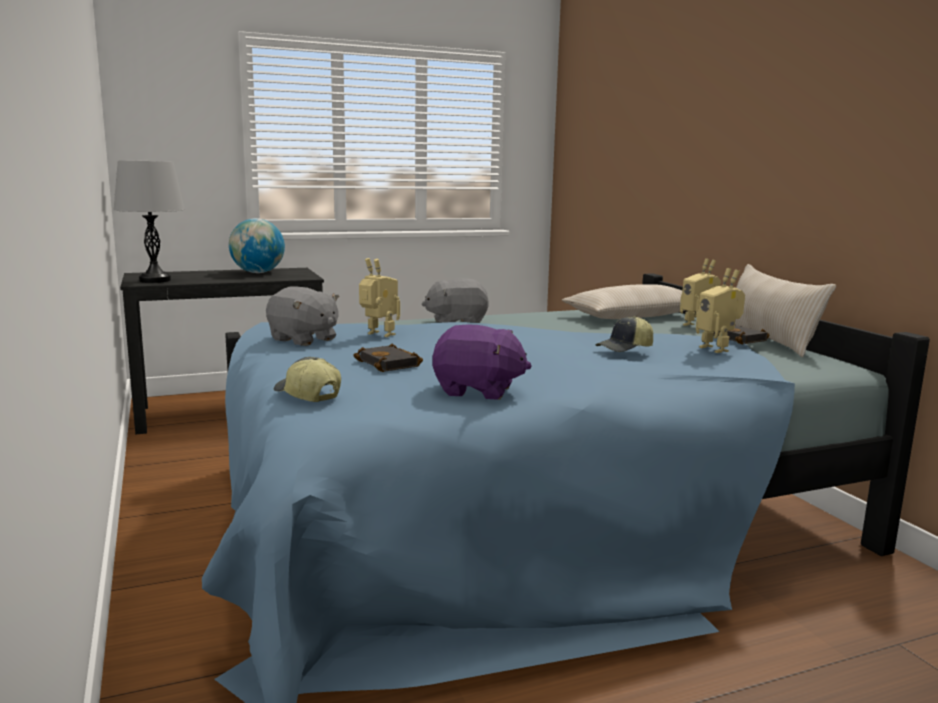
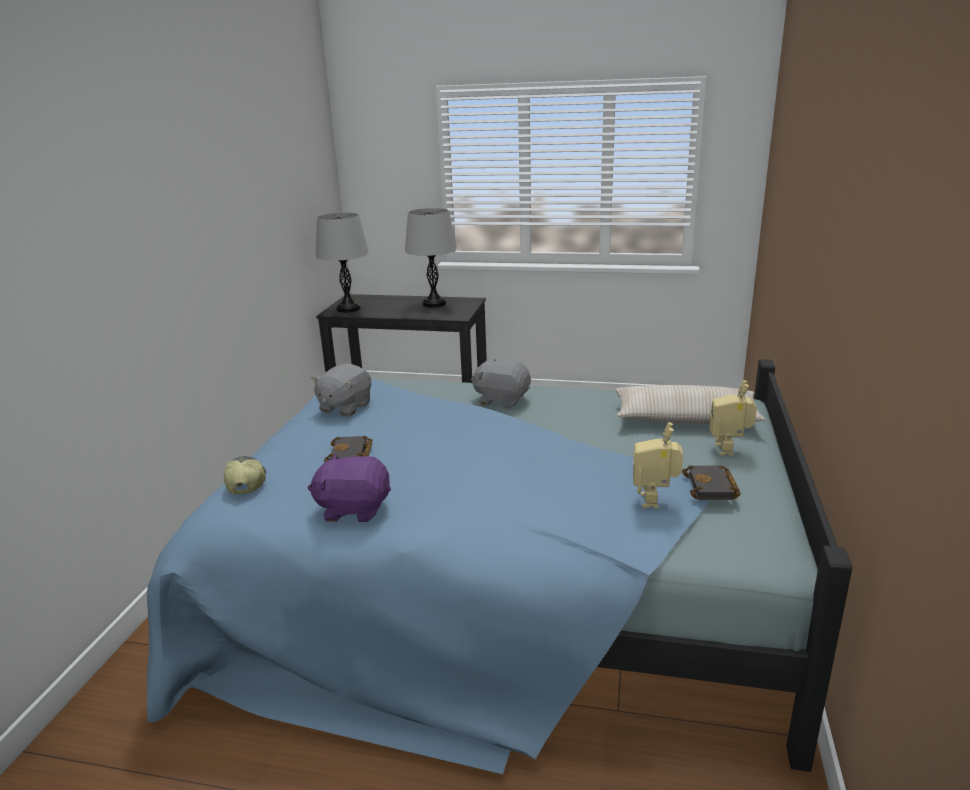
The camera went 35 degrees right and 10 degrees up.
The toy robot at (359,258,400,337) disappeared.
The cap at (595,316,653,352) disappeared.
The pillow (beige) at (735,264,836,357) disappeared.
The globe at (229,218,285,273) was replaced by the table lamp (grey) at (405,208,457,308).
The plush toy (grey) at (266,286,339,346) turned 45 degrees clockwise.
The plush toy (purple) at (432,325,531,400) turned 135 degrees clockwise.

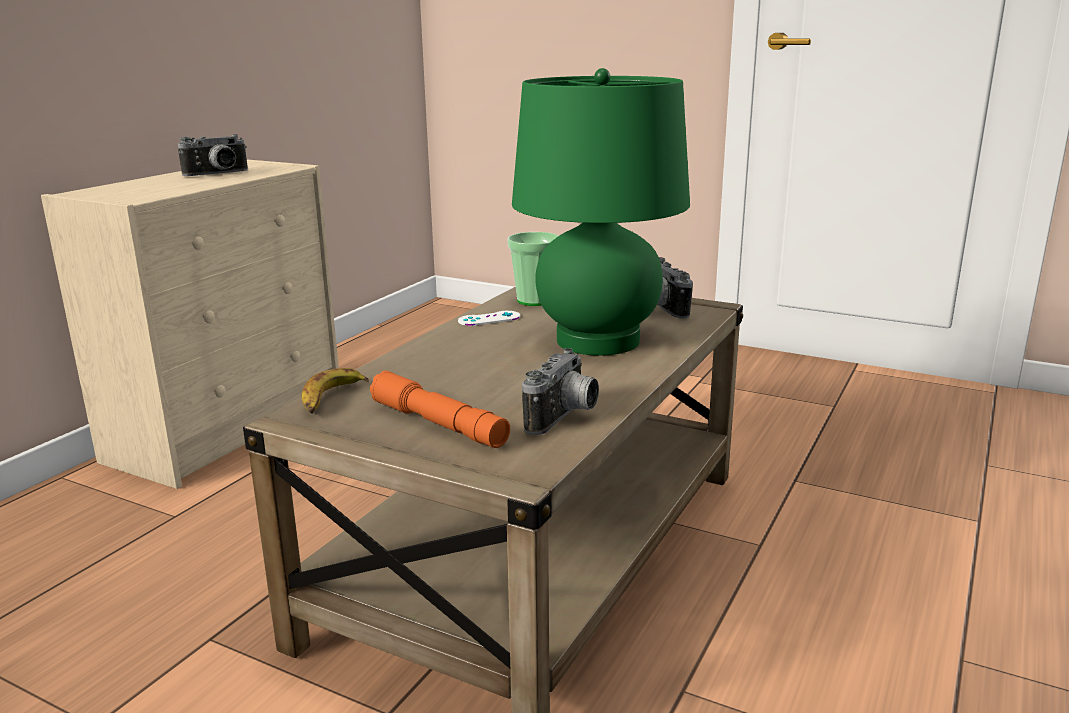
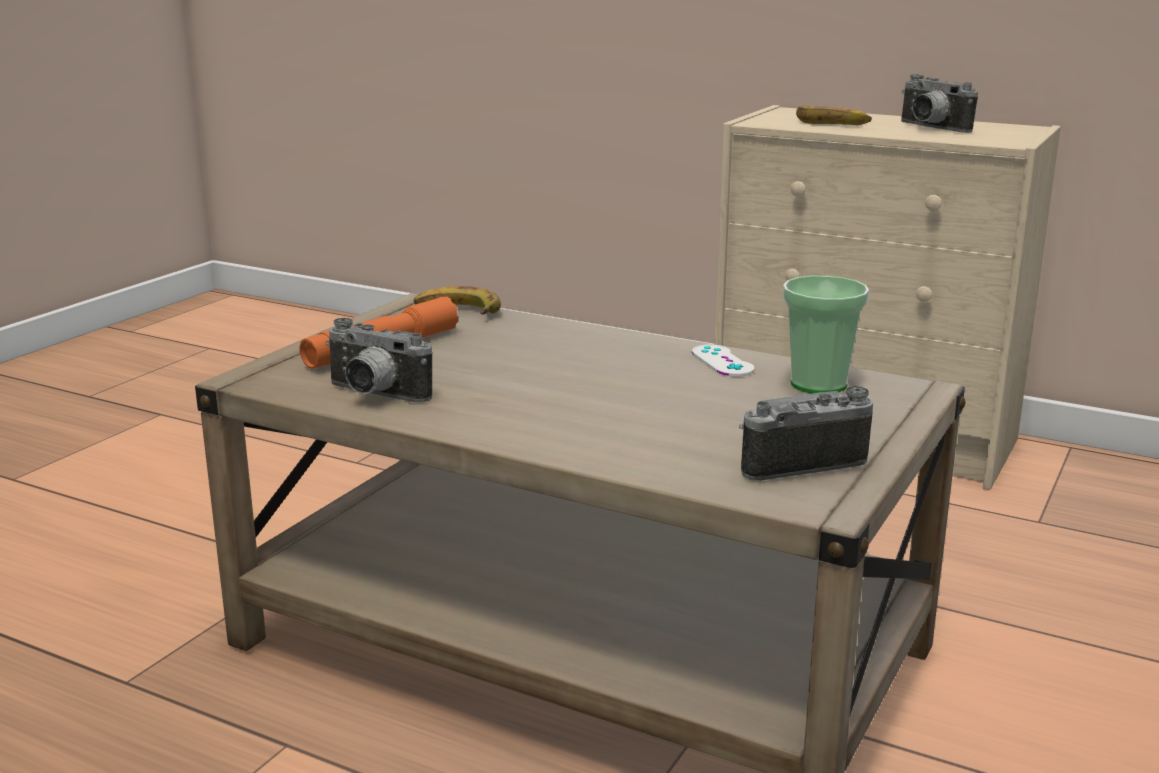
The camera went 90 degrees right and 0 degrees up.
The table lamp (green) at (512,68,690,356) disappeared.
The banana at (796,106,872,125) appeared.

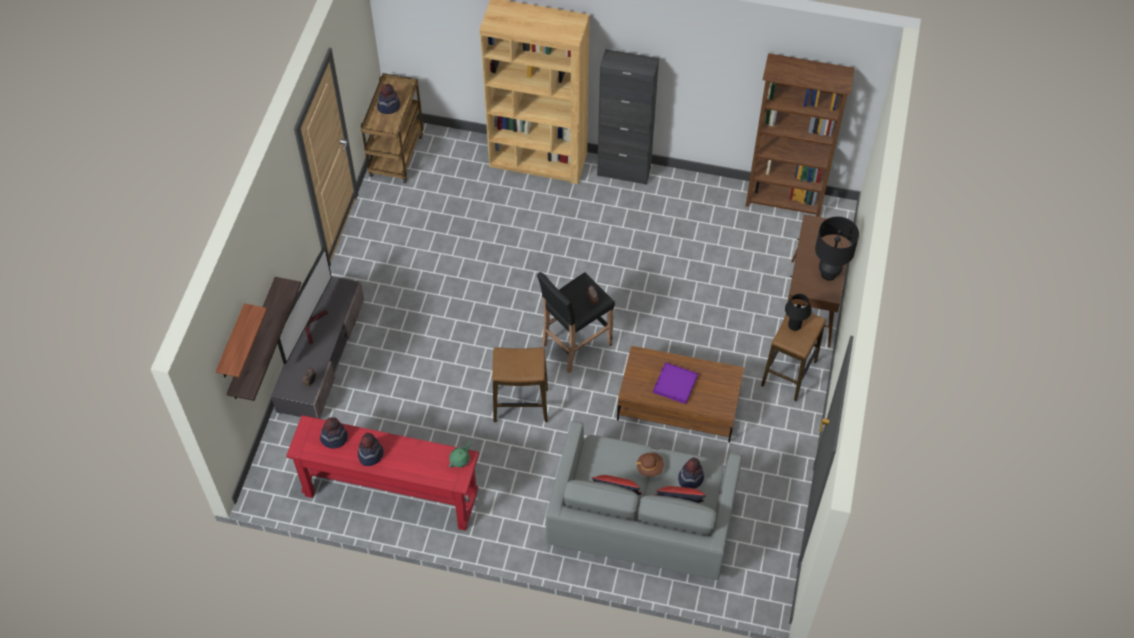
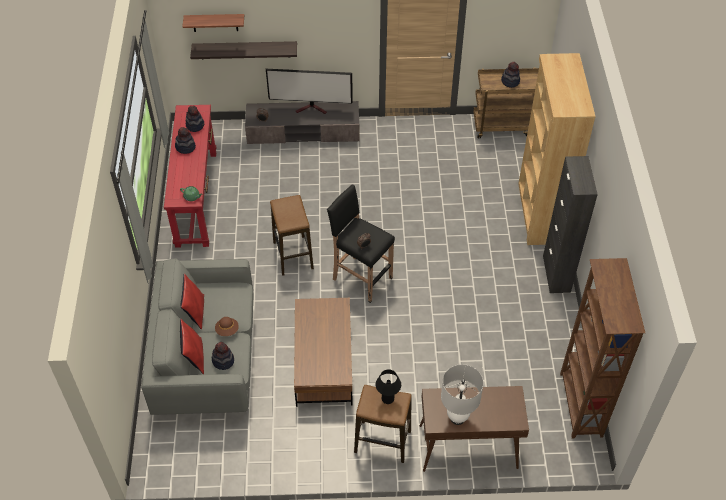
The camera went 75 degrees right and 5 degrees down.
The tray (purple) at (653,362,698,404) disappeared.
The table lamp (black) at (815,216,859,281) became the table lamp (white) at (441,364,483,425).

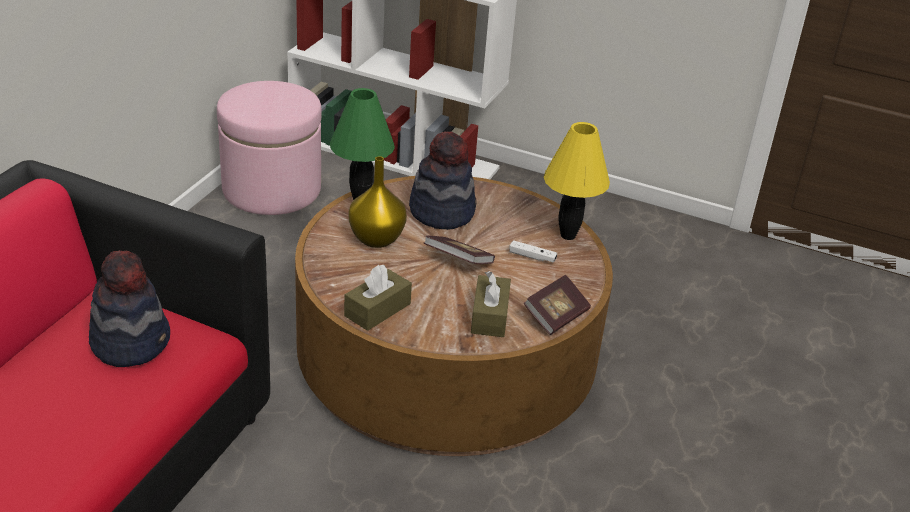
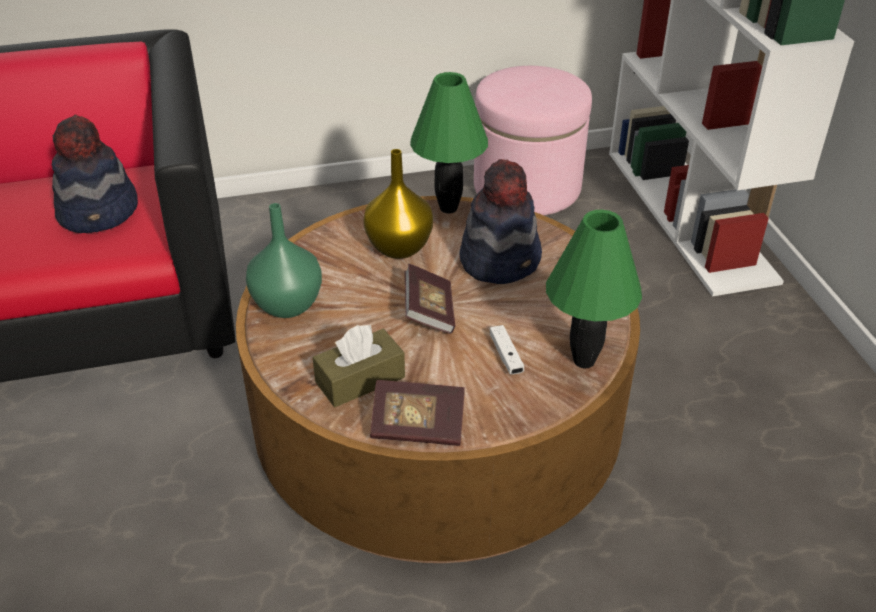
The camera went 55 degrees right and 5 degrees up.
The tissue box (brown) at (344,265,412,331) was replaced by the vase (green) at (246,203,322,318).
The table lamp (yellow) at (544,122,610,240) became the table lamp (green) at (546,210,642,368).

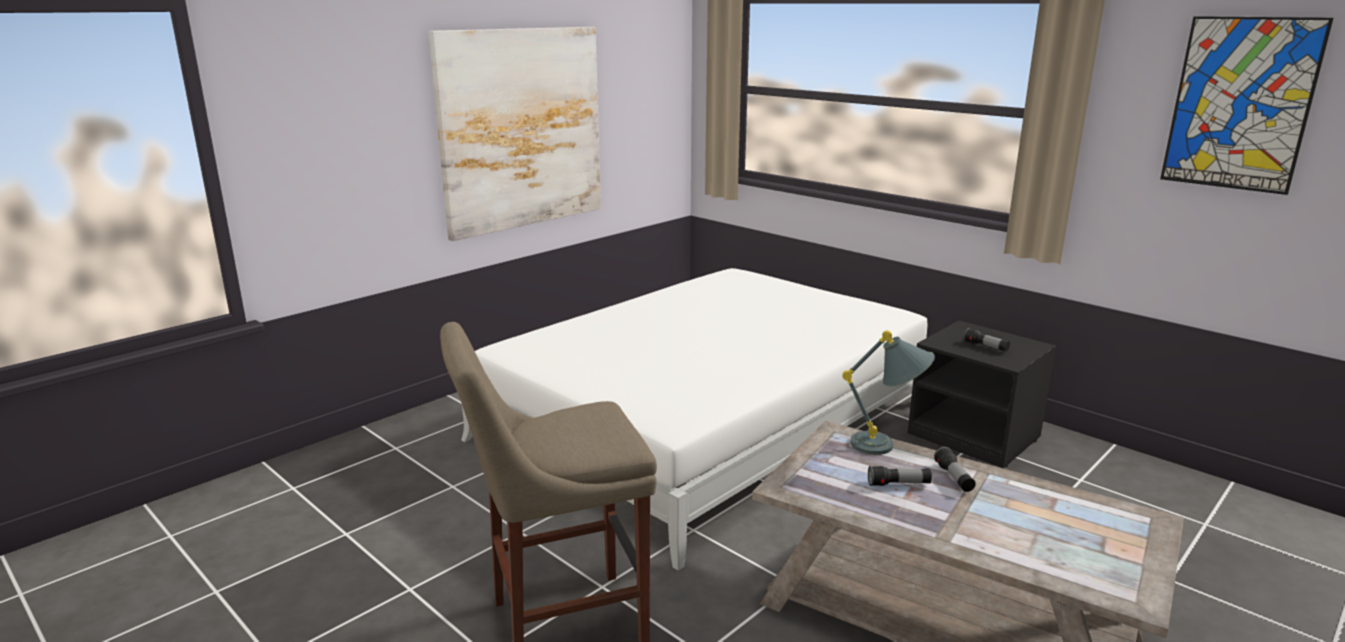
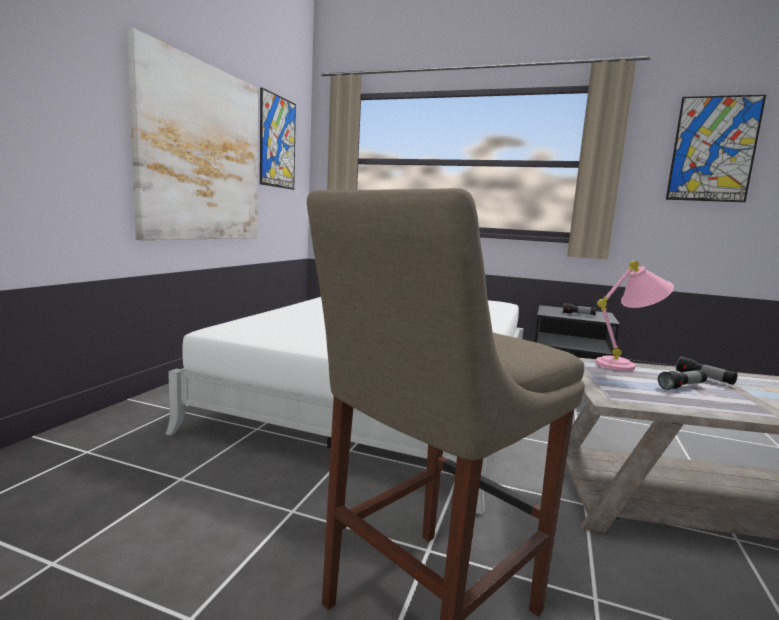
The camera went 25 degrees left and 10 degrees down.
The picture at (260,87,296,190) appeared.
The table lamp (grey) at (843,330,935,455) became the table lamp (pink) at (596,261,674,371).

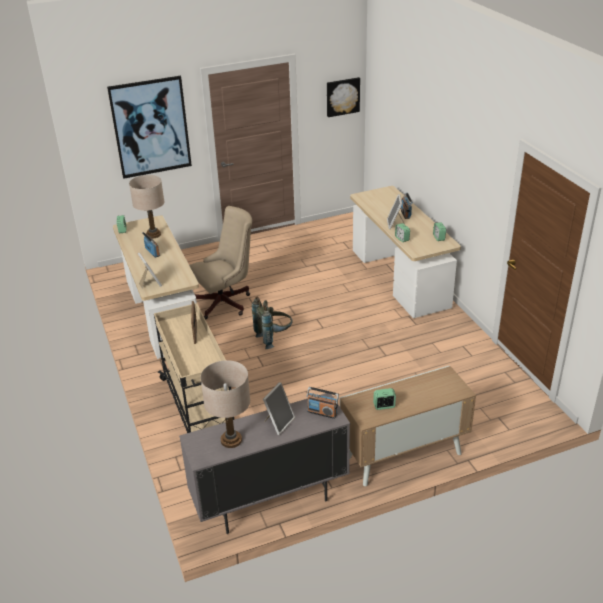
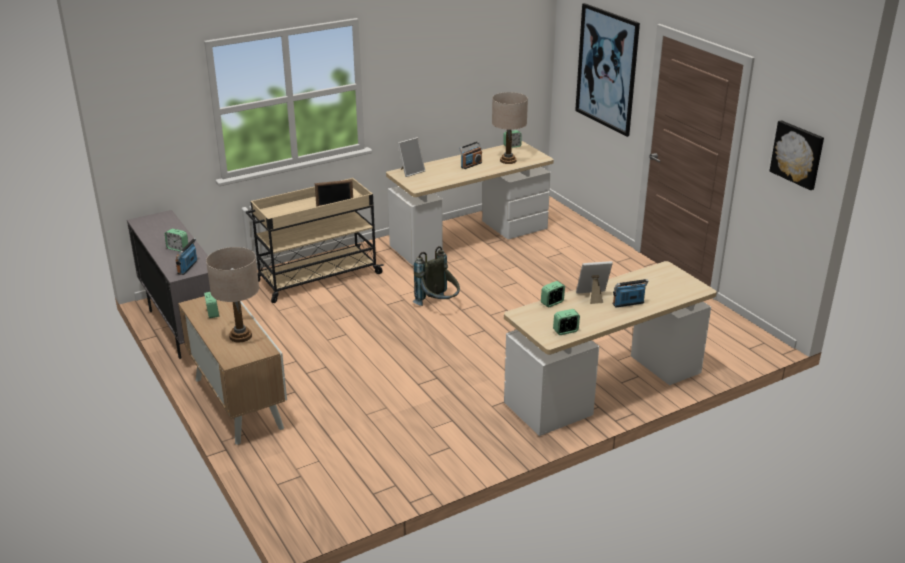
The camera went 80 degrees right and 5 degrees down.
The office chair (beige) at (189,206,252,320) disappeared.
The table lamp (beige) moved from (200,360,250,448) to (206,247,259,342).
The picture frame at (263,382,295,435) was replaced by the alarm clock at (165,229,188,251).

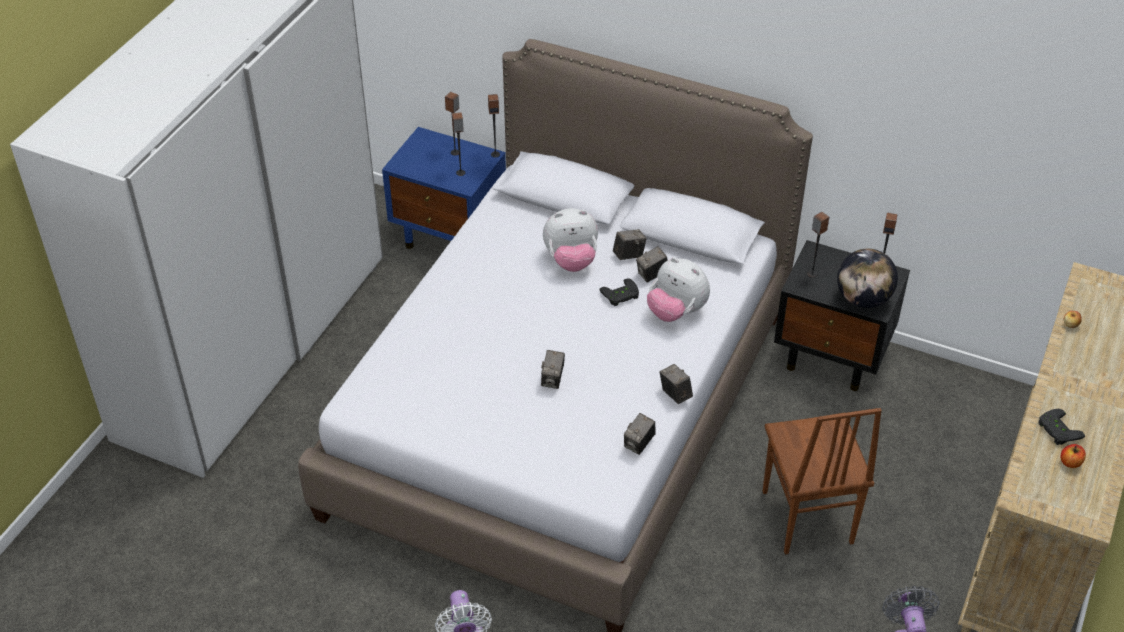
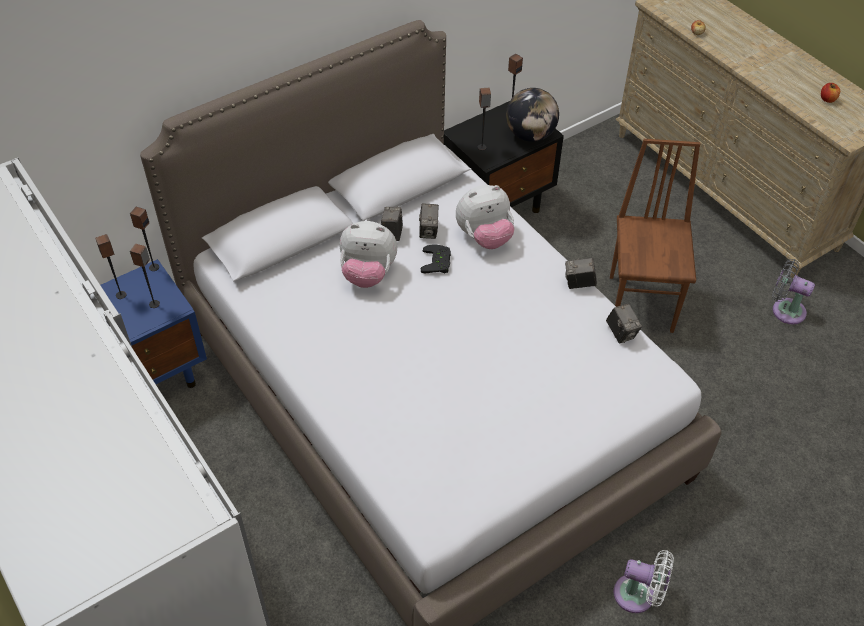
The camera went 60 degrees left and 5 degrees up.
The photo camera at (541,350,565,389) disappeared.
The game controller (black) at (1038,409,1085,445) disappeared.
The plush toy at (543,208,598,272) turned 75 degrees clockwise.
The chair (brown) at (763,408,882,555) turned 105 degrees counterclockwise.

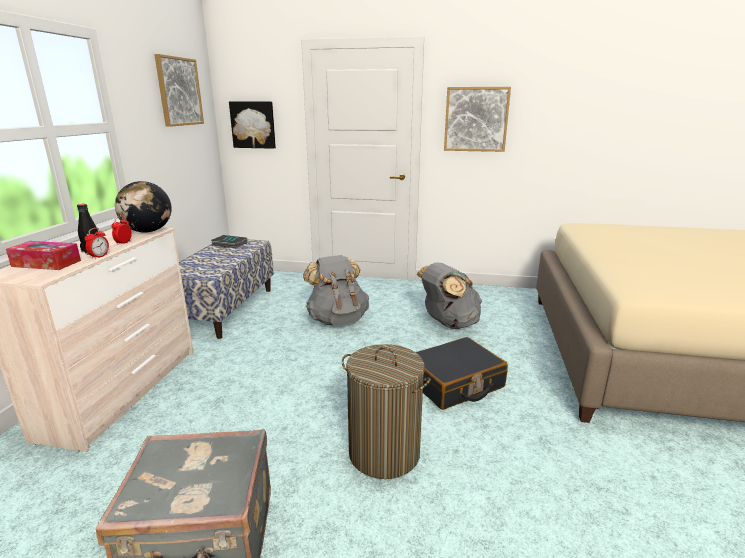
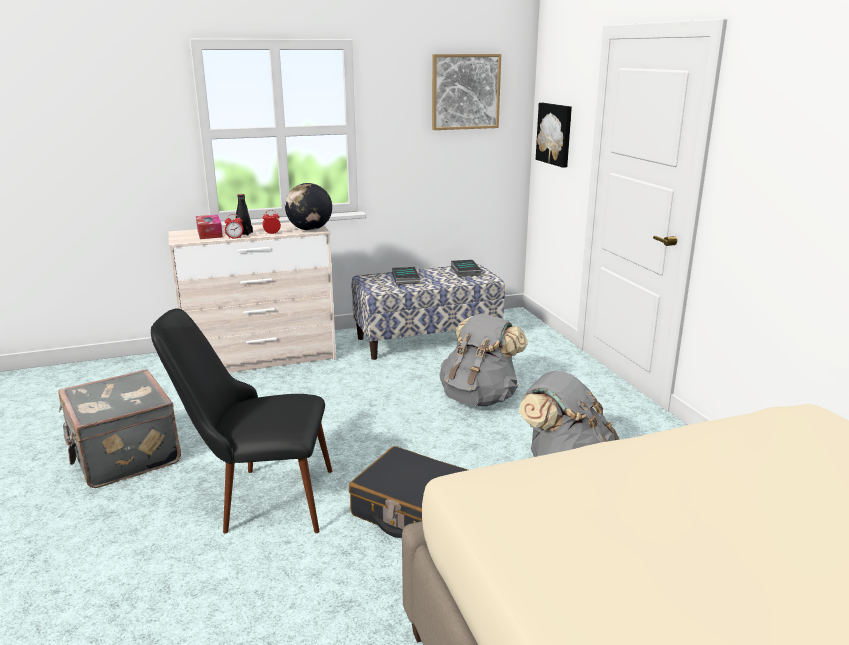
The camera went 60 degrees right and 0 degrees up.
The picture at (444,87,511,152) disappeared.
The book at (392,267,420,285) appeared.
The laundry basket at (342,344,431,479) was replaced by the chair (black) at (151,308,332,533).

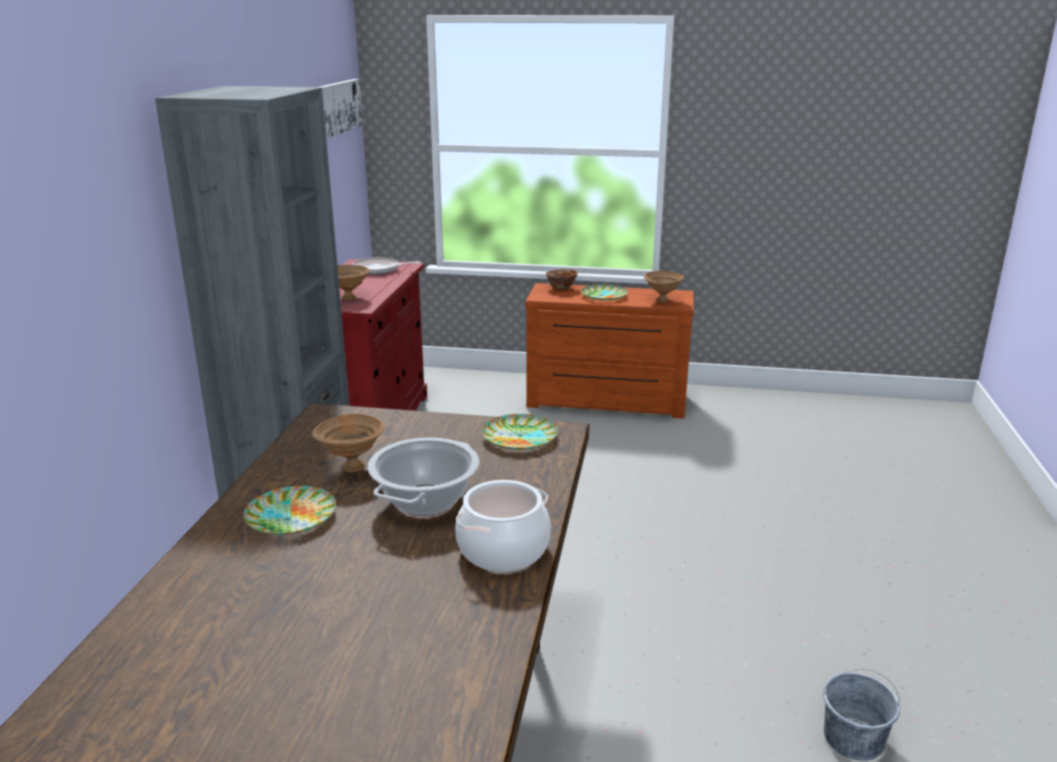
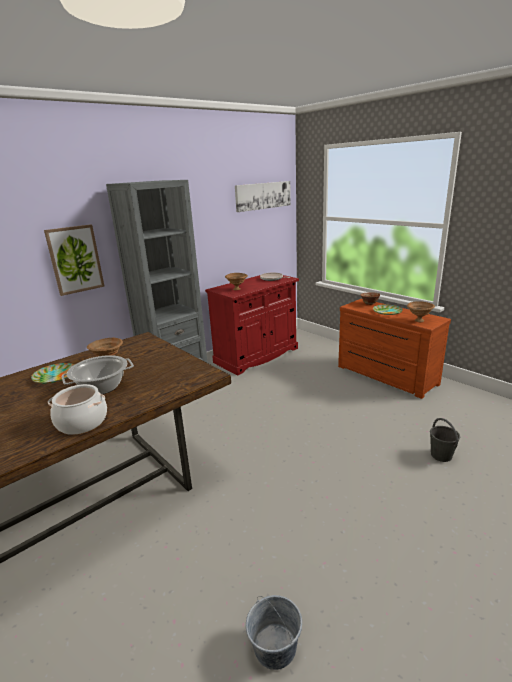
The camera went 40 degrees right and 0 degrees up.
The plate at (482,414,558,450) disappeared.
The picture at (44,224,105,296) appeared.
The bucket (grey) at (430,418,460,462) appeared.

